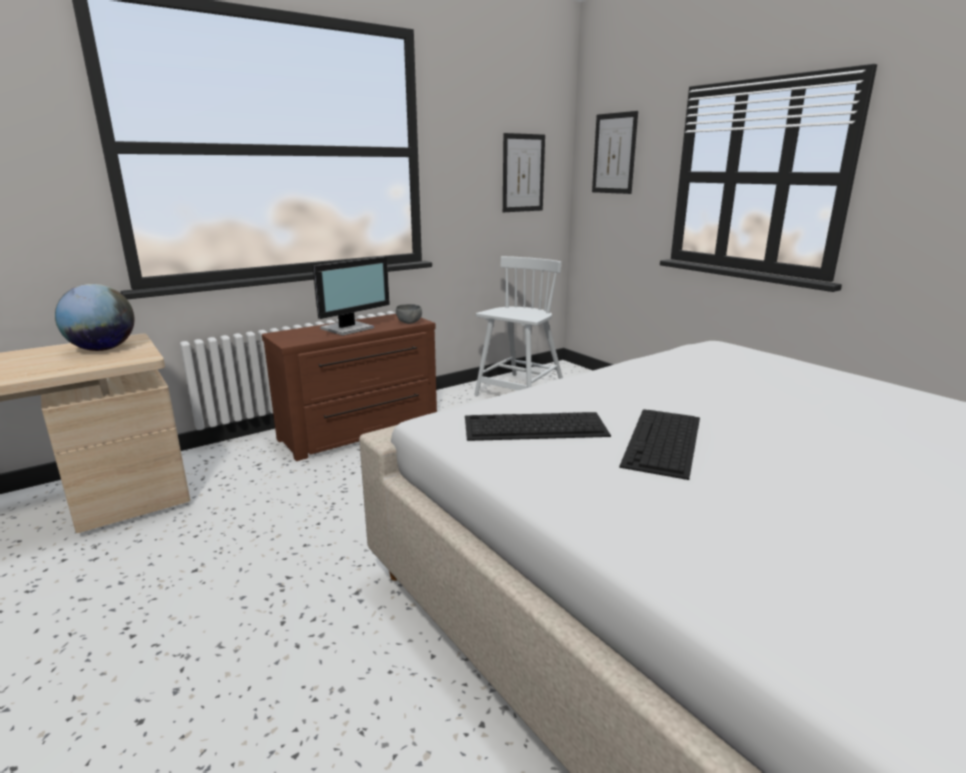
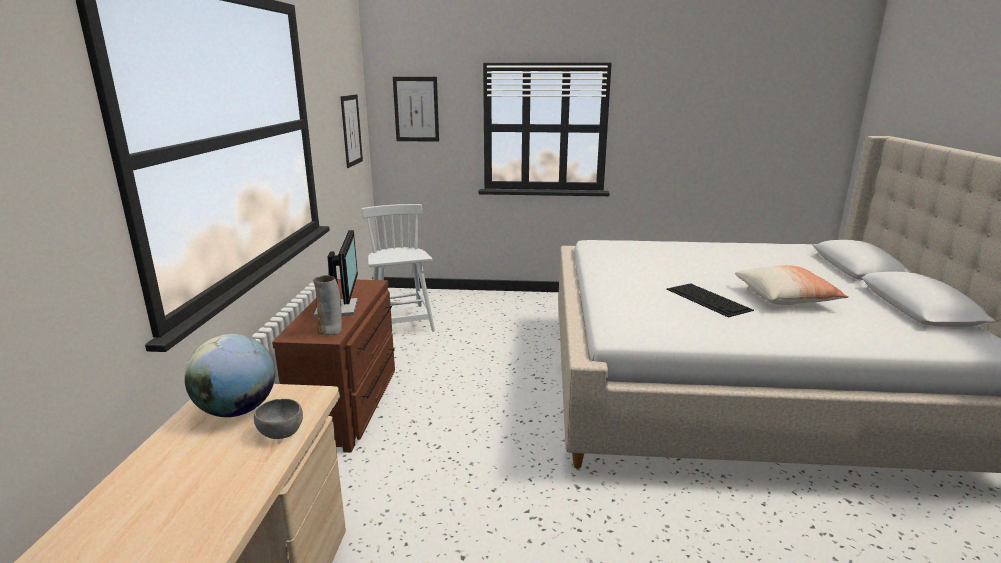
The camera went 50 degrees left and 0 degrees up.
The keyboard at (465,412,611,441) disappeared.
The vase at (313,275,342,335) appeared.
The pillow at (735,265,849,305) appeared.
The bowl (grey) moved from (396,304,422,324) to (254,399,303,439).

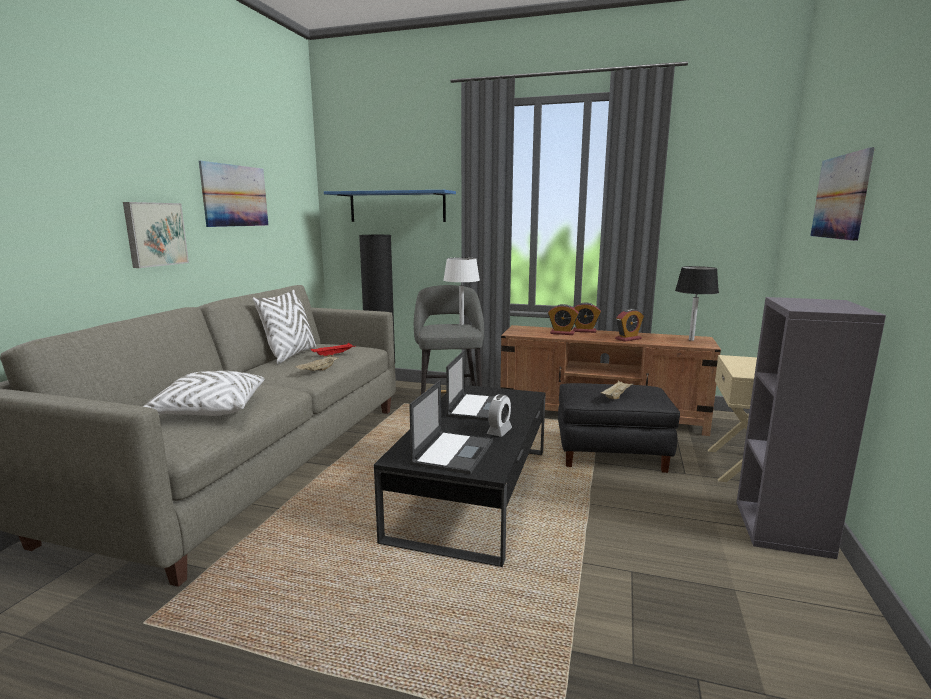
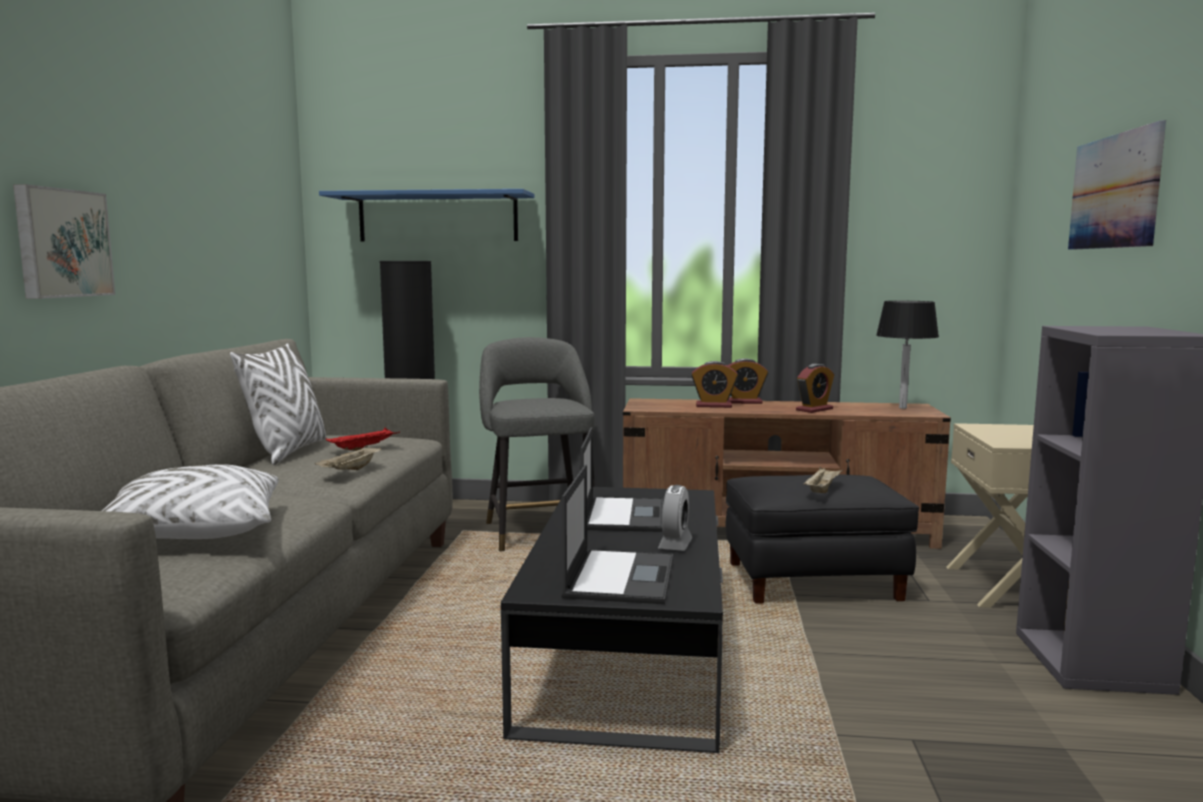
The camera went 10 degrees left and 5 degrees down.
The picture at (199,161,268,227) disappeared.
The table lamp (white) at (443,257,480,325) disappeared.

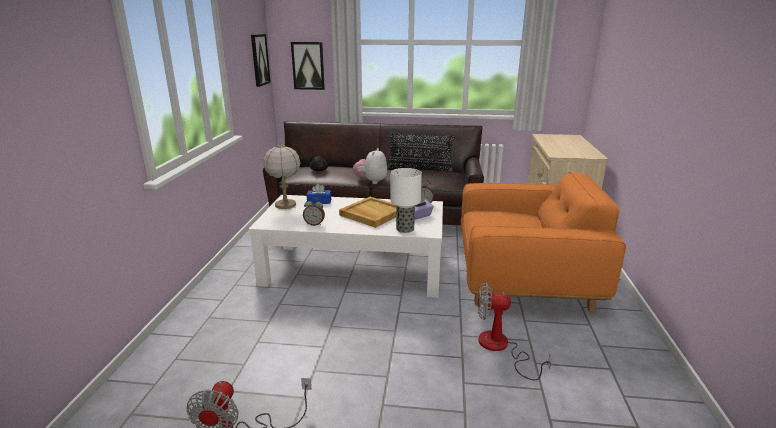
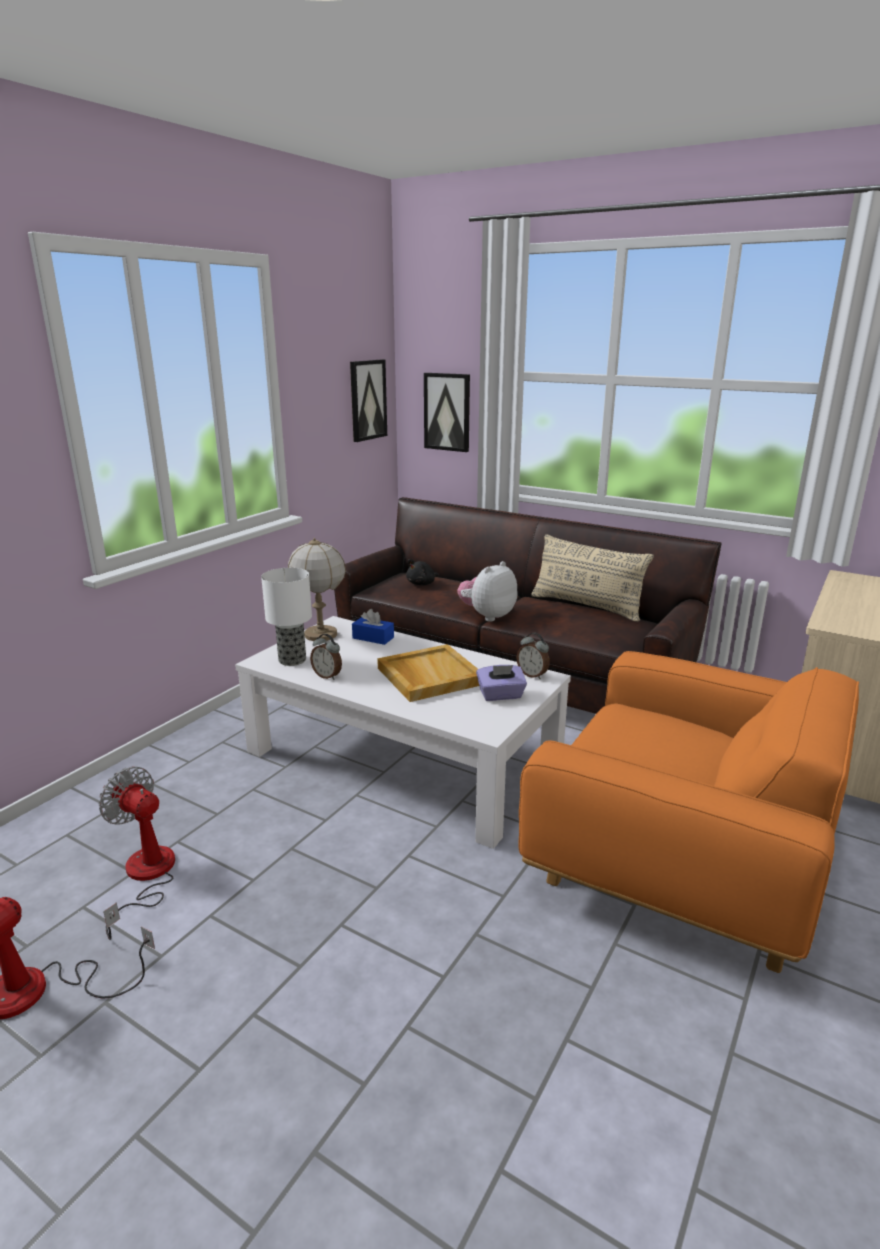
The camera went 25 degrees right and 0 degrees up.
The table lamp moved from (391,168,422,233) to (261,568,312,666).
The fan moved from (478,282,551,380) to (99,766,175,940).
The pillow (black) at (387,132,455,172) became the pillow (beige) at (531,534,654,622).

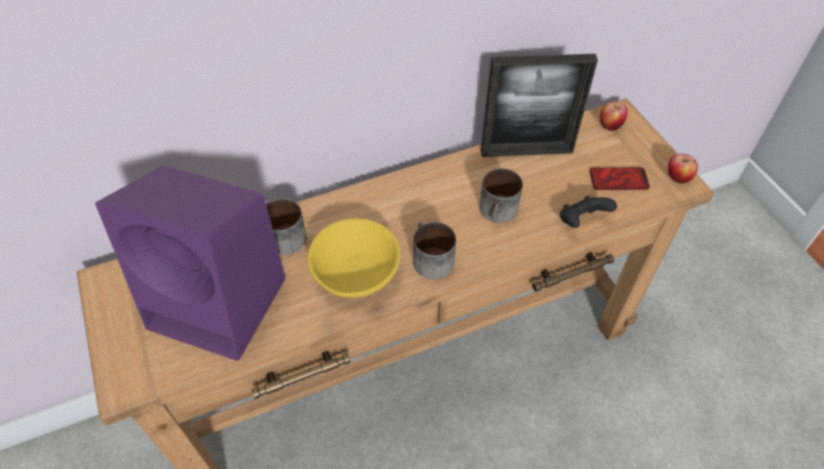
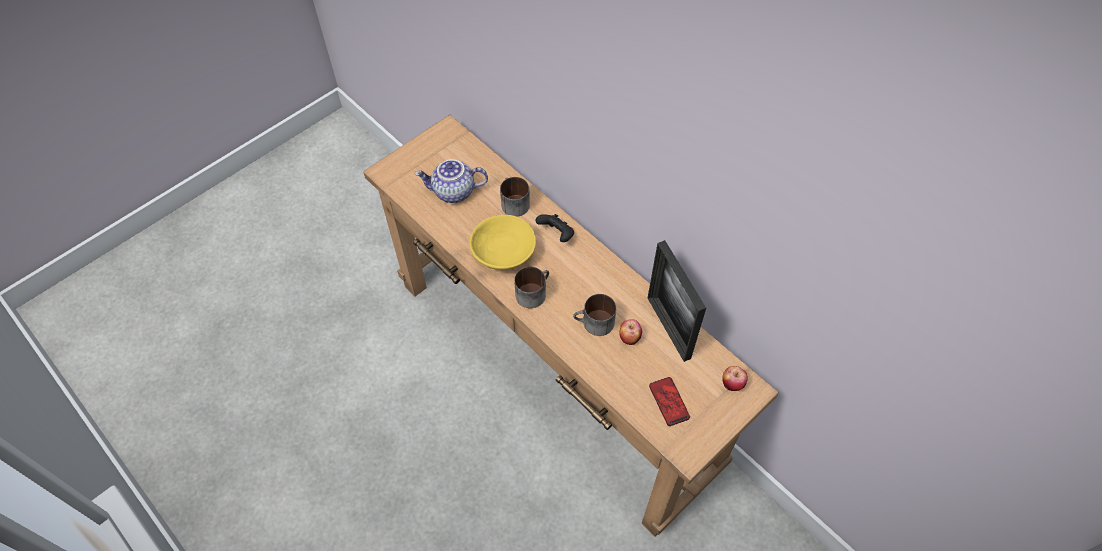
The camera went 70 degrees right and 5 degrees up.
The game controller (black) moved from (560,196,617,228) to (535,214,574,242).
The apple moved from (668,154,698,184) to (619,319,642,345).
The speaker (purple) at (95,165,286,361) was replaced by the teapot at (415,159,488,203).

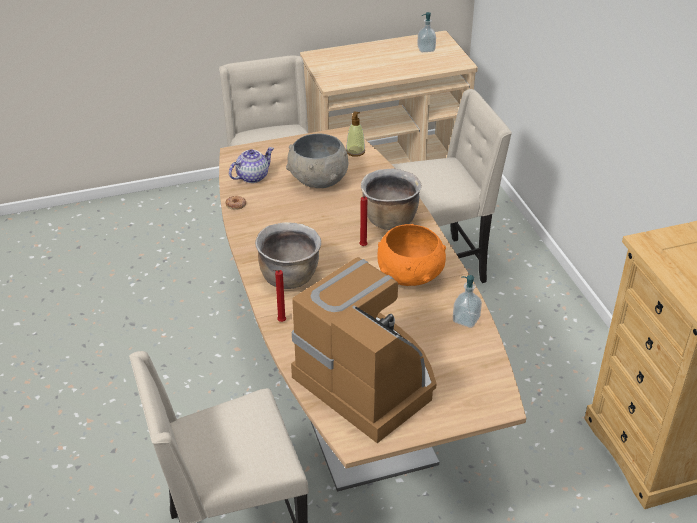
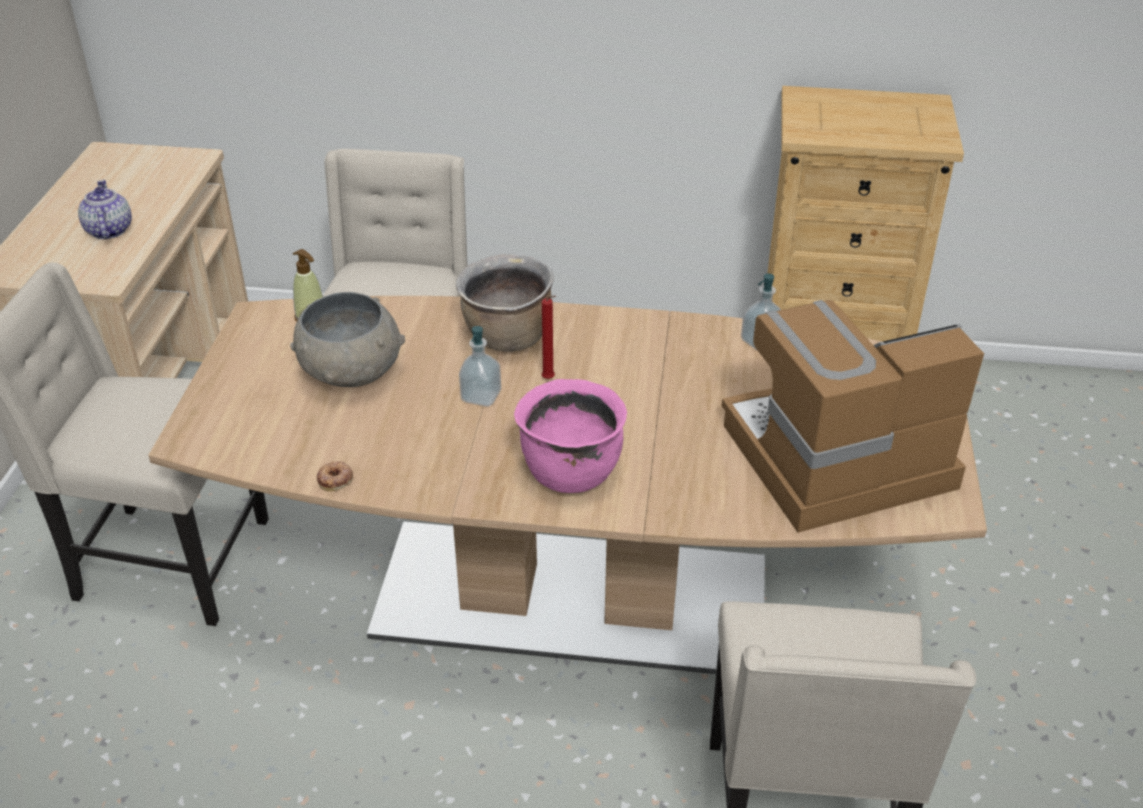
The camera went 65 degrees left and 0 degrees up.
The candle (red) at (273,270,286,322) disappeared.
The bowl (orange) at (377,224,446,286) disappeared.
The teapot moved from (229,147,274,183) to (78,180,132,239).
The soap dispenser moved from (417,12,436,52) to (459,326,501,407).
The cooking pot (brown) at (255,222,321,289) became the cooking pot (pink) at (514,379,627,493).

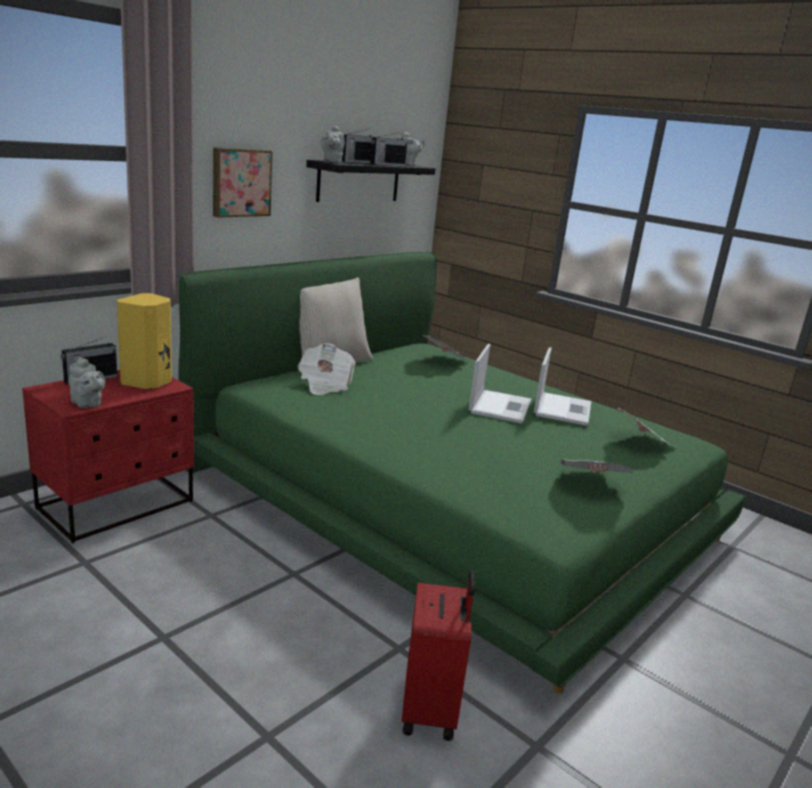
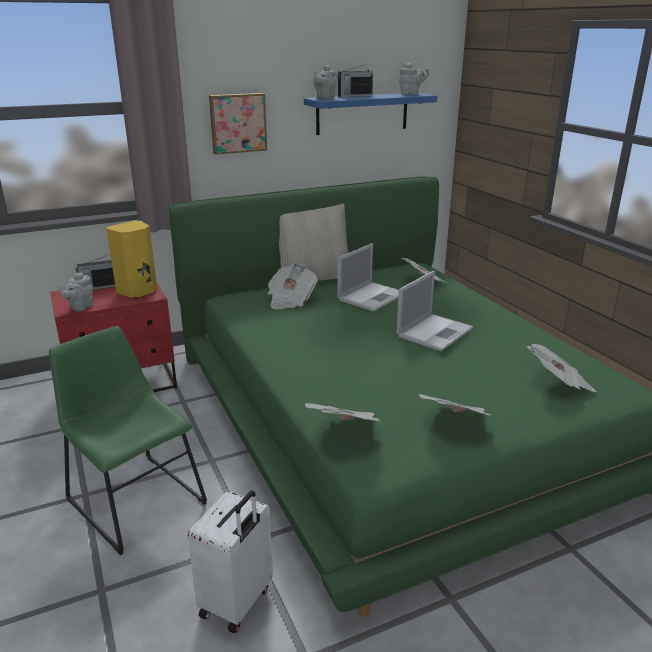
The camera went 25 degrees right and 5 degrees up.
The radio at (370,132,408,166) disappeared.
The chair (green) at (49,326,207,555) appeared.
The newspaper at (305,403,380,422) appeared.
The laptop moved from (534,347,591,426) to (337,243,399,311).
The shelf (black) at (306,160,435,202) became the shelf (blue) at (304,93,438,135).
The suitcase (red) at (402,571,475,741) became the suitcase (white) at (188,490,273,633).
The teapot (grey) at (69,357,105,408) turned 45 degrees clockwise.

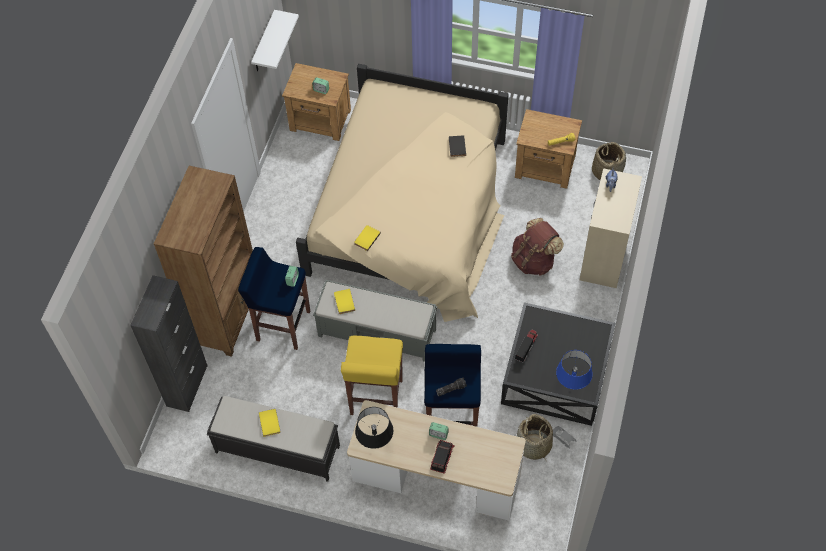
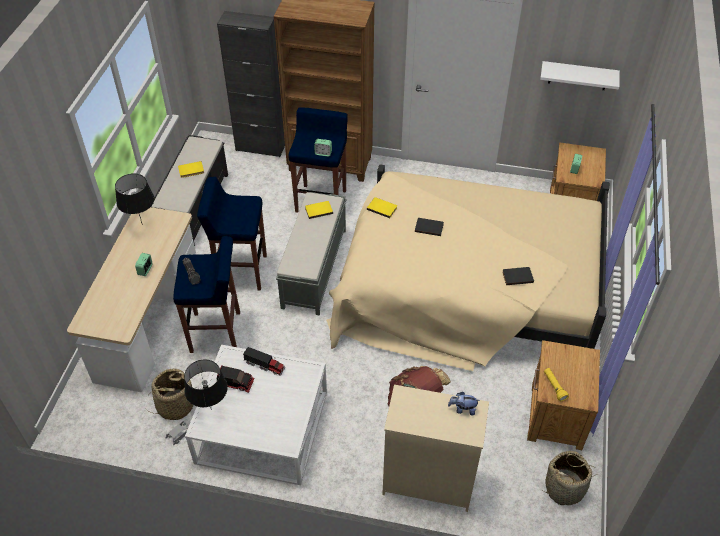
The camera went 85 degrees right and 10 degrees down.
The book (black) at (415,218,444,236) appeared.
The toy truck moved from (430,440,455,474) to (217,365,254,393).
The stool (yellow) at (341,336,403,415) became the stool (blue) at (197,177,267,290).
The coffee table (black) at (501,302,615,426) became the coffee table (white) at (185,345,327,485).
The table lamp (blue) at (556,350,593,390) became the table lamp (black) at (184,359,228,410).

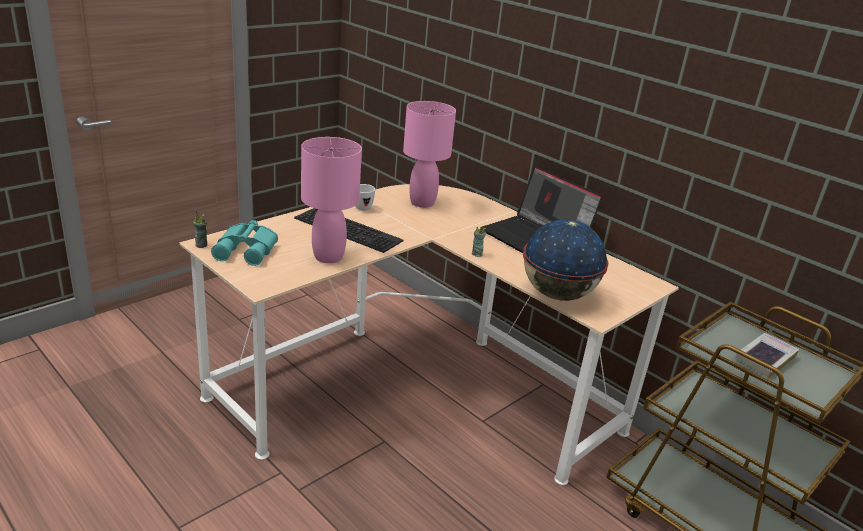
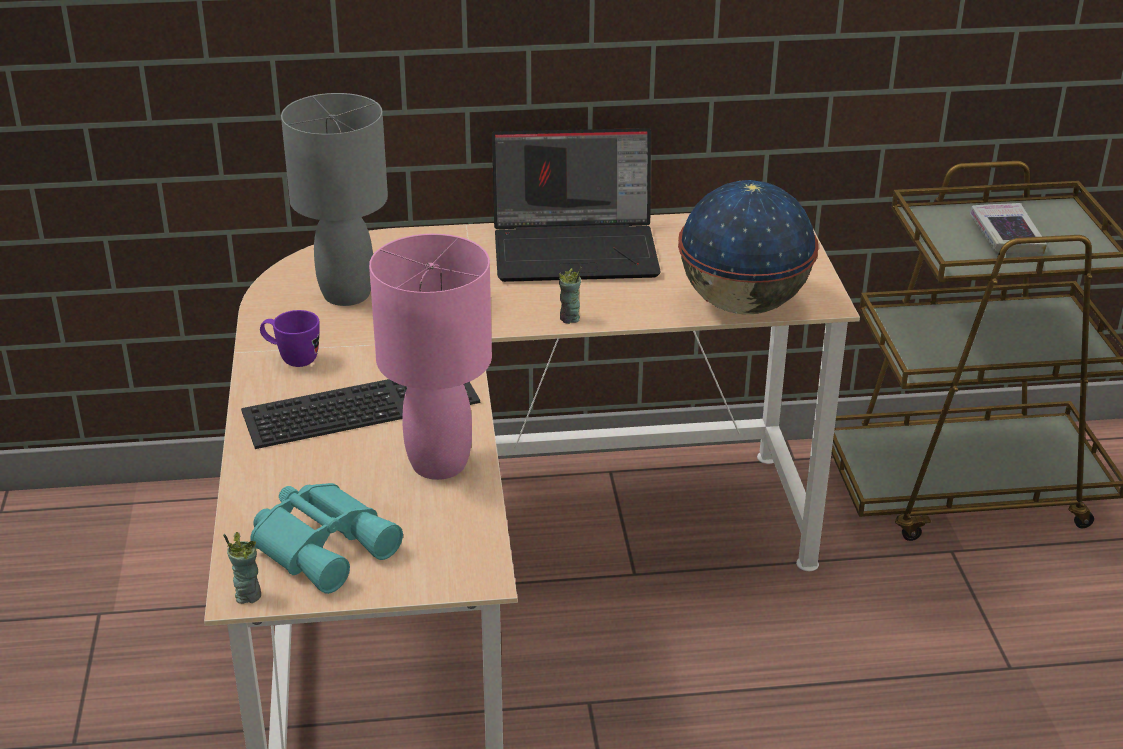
The camera went 50 degrees left and 5 degrees up.
The mug (white) at (356,184,375,211) became the mug (purple) at (260,310,320,367).
The table lamp (pink) at (403,101,456,208) became the table lamp (grey) at (281,93,388,306).

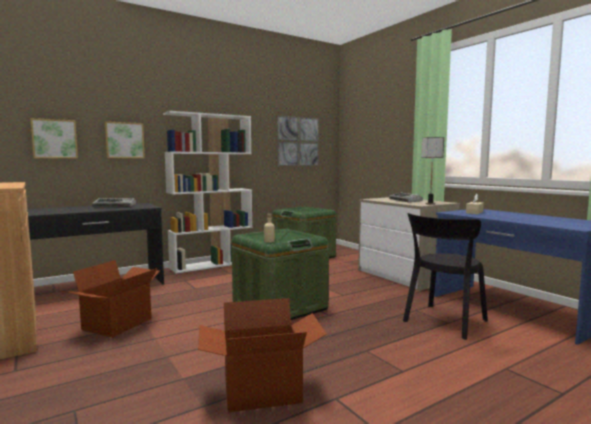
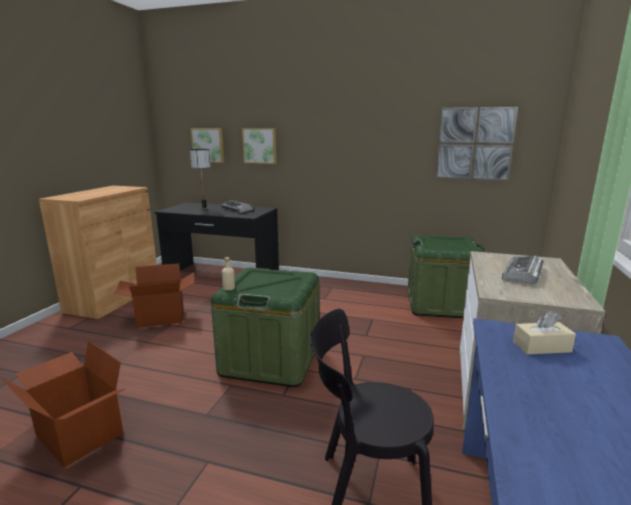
The camera went 50 degrees right and 10 degrees up.
The bookcase (white) at (163,111,252,274) disappeared.
The table lamp moved from (421,137,445,205) to (190,149,211,209).

